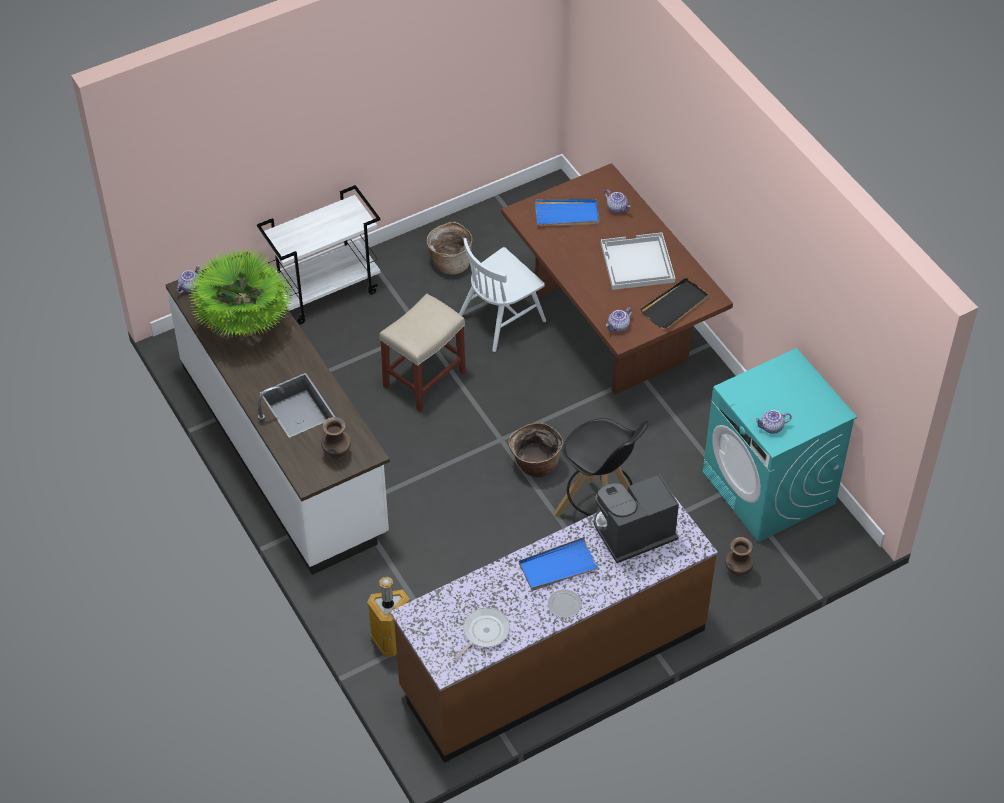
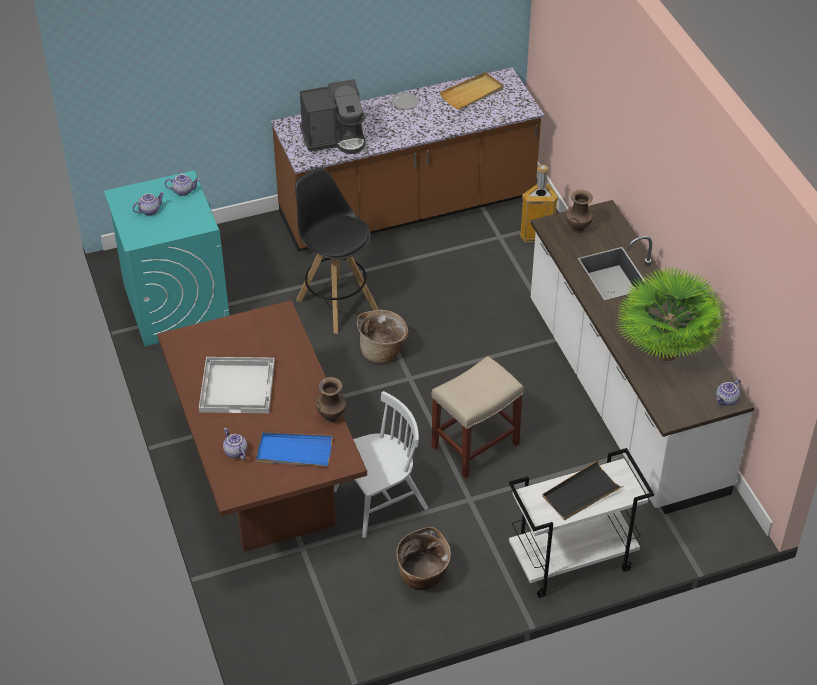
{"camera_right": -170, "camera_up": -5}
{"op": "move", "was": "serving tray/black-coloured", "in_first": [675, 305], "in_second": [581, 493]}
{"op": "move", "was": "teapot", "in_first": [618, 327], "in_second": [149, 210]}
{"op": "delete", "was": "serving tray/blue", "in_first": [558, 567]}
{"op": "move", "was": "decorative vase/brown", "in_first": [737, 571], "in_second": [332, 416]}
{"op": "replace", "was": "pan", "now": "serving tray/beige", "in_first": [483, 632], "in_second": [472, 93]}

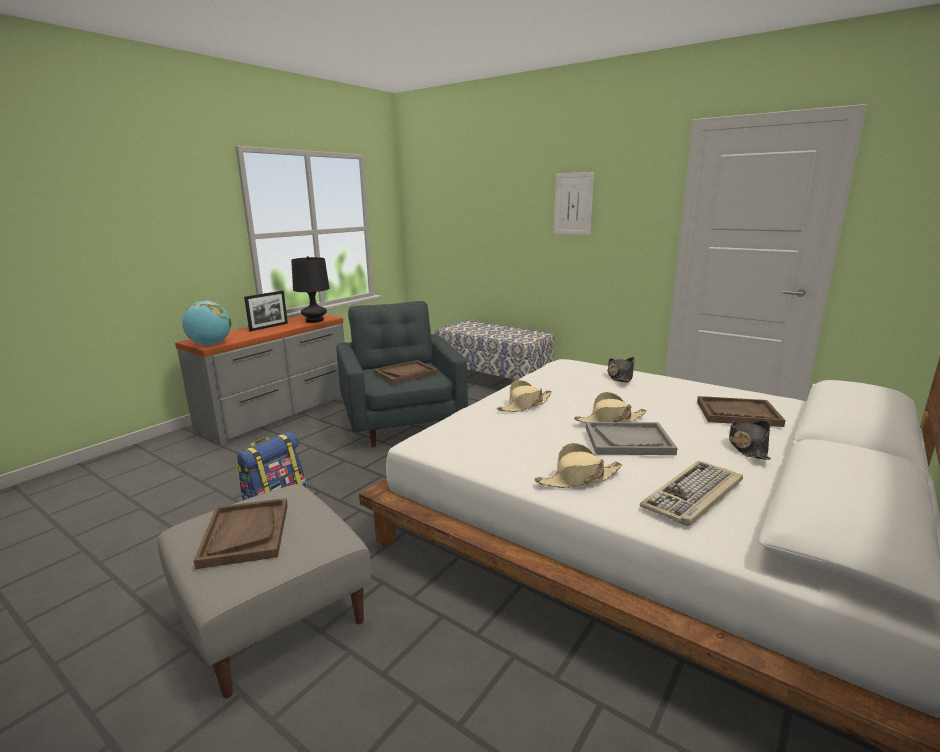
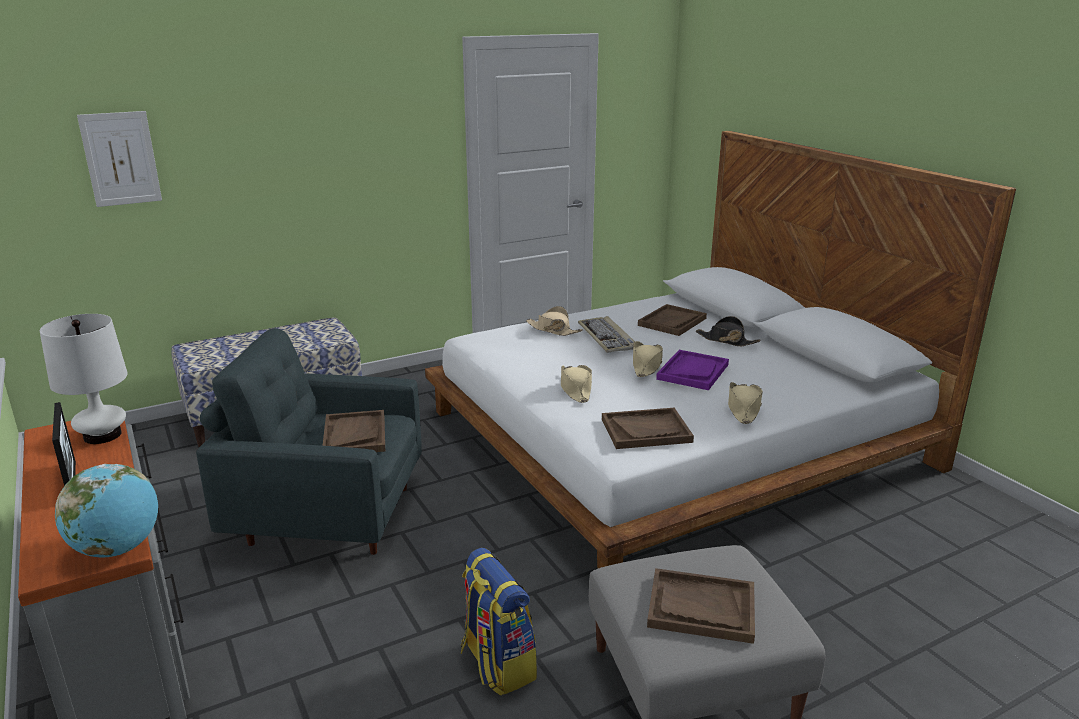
{"camera_right": -65, "camera_up": 5}
{"op": "move", "was": "wall picture", "in_first": [573, 204], "in_second": [121, 159]}
{"op": "recolor", "was": "lamp for a table/black-coloured", "now": "lamp for a table/white-coloured", "in_first": [314, 320], "in_second": [102, 435]}
{"op": "recolor", "was": "clothing hat/black-coloured", "now": "clothing hat/beige", "in_first": [620, 376], "in_second": [553, 330]}
{"op": "recolor", "was": "serving tray/greyish", "now": "serving tray/purple-coloured", "in_first": [628, 441], "in_second": [692, 372]}
{"op": "move", "was": "computer keyboard", "in_first": [693, 496], "in_second": [607, 337]}
{"op": "insert", "now": "serving tray/brown", "in_second": [646, 430]}

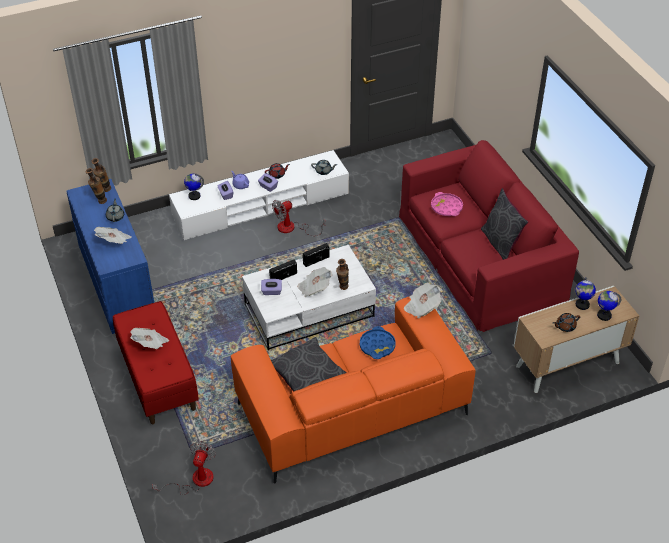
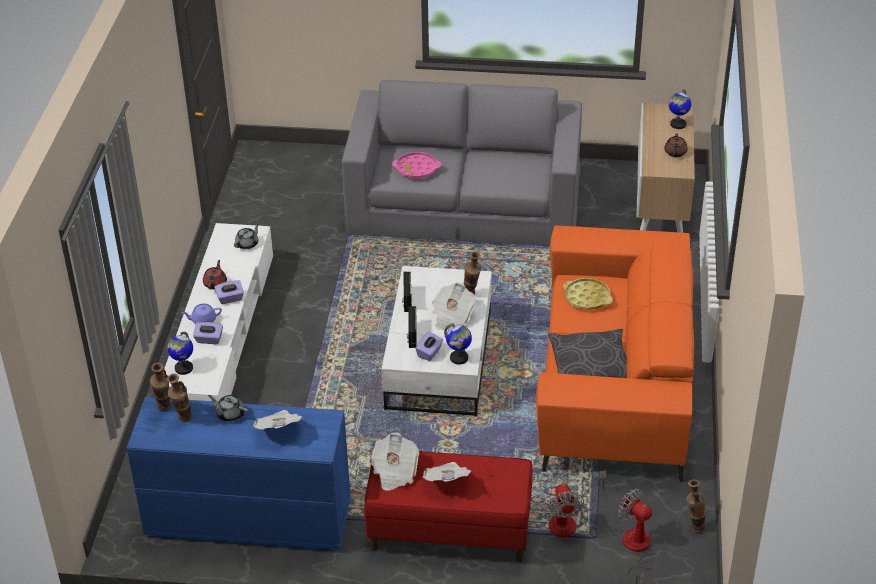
{"camera_right": -60, "camera_up": -5}
{"op": "recolor", "was": "couch/red-coloured", "now": "couch/greyish", "in_first": [481, 257], "in_second": [465, 201]}
{"op": "delete", "was": "cushion/greyish", "in_first": [501, 243]}
{"op": "move", "was": "cooling fan", "in_first": [292, 228], "in_second": [569, 520]}
{"op": "move", "was": "world globe", "in_first": [582, 305], "in_second": [459, 358]}
{"op": "move", "was": "newspaper", "in_first": [421, 307], "in_second": [394, 472]}
{"op": "recolor", "was": "serving tray/blue", "now": "serving tray/yellowish", "in_first": [377, 345], "in_second": [587, 297]}
{"op": "insert", "now": "decorative vase", "in_second": [693, 527]}

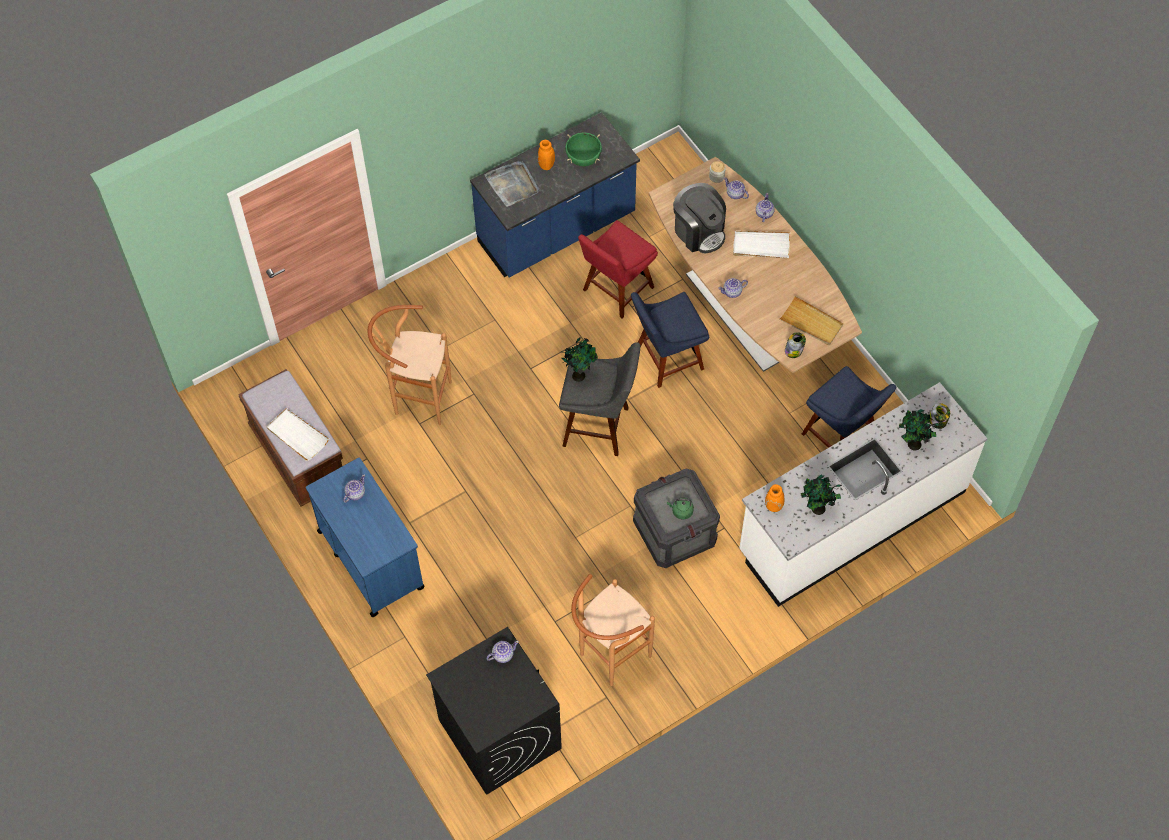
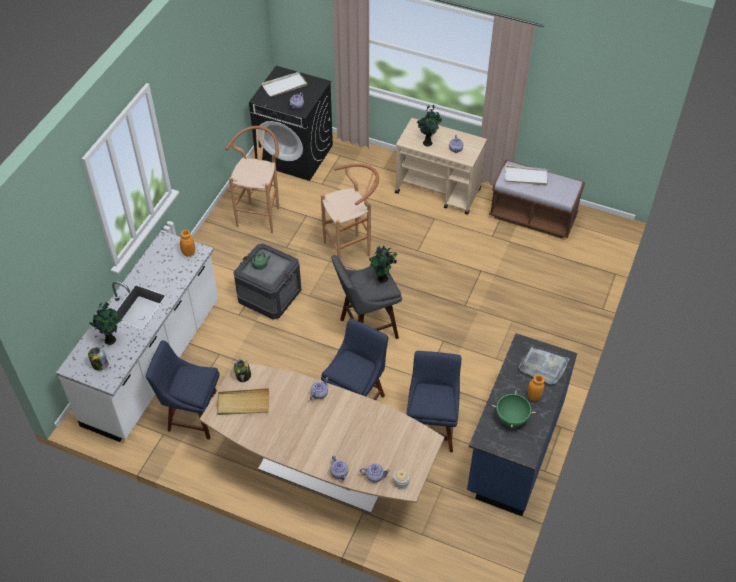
{"camera_right": 145, "camera_up": -10}
{"op": "delete", "was": "coffee maker", "in_first": [699, 231]}
{"op": "recolor", "was": "upright chair/red-coloured", "now": "upright chair/blue", "in_first": [616, 291], "in_second": [431, 428]}
{"op": "move", "was": "serving tray/white-coloured", "in_first": [761, 246], "in_second": [285, 86]}
{"op": "move", "was": "stool seat/brown", "in_first": [417, 398], "in_second": [351, 249]}
{"op": "recolor", "was": "cart/blue", "now": "cart/beige", "in_first": [370, 558], "in_second": [438, 191]}
{"op": "move", "was": "houseplant", "in_first": [817, 509], "in_second": [427, 142]}

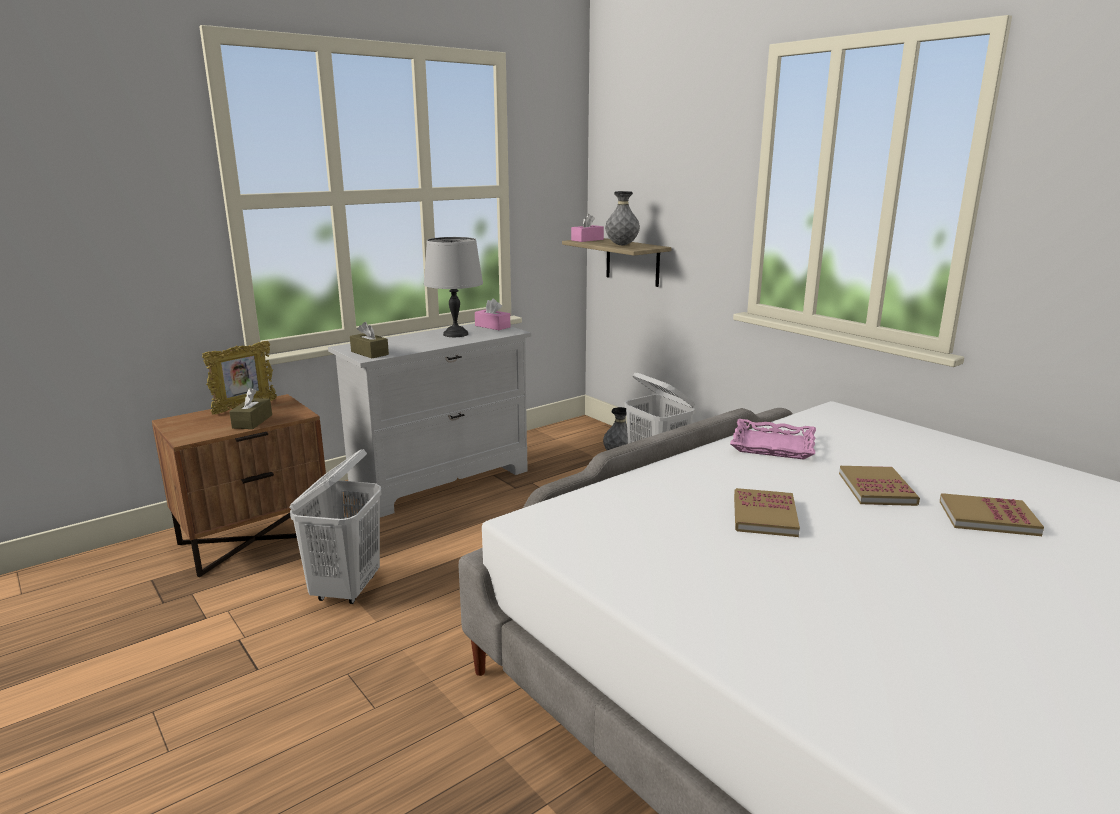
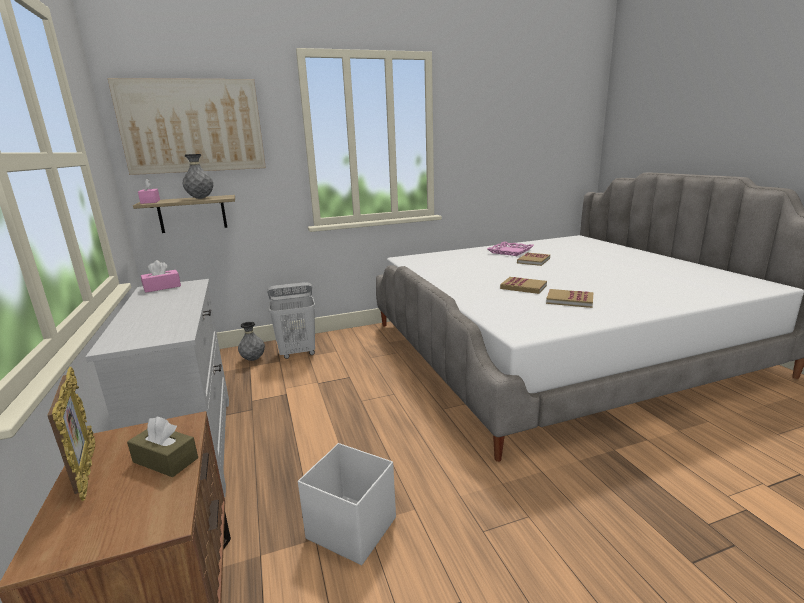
{"camera_right": -70, "camera_up": 0}
{"op": "delete", "was": "lamp for a table/greyish", "in_first": [455, 334]}
{"op": "delete", "was": "tissue holder/brown", "in_first": [369, 353]}
{"op": "move", "was": "serving tray/pink-coloured", "in_first": [772, 445], "in_second": [510, 251]}
{"op": "replace", "was": "washing basket/white-coloured", "now": "storage bin/white-coloured", "in_first": [346, 589], "in_second": [351, 527]}
{"op": "move", "was": "volume", "in_first": [876, 489], "in_second": [569, 300]}
{"op": "insert", "now": "wall picture", "in_second": [192, 126]}

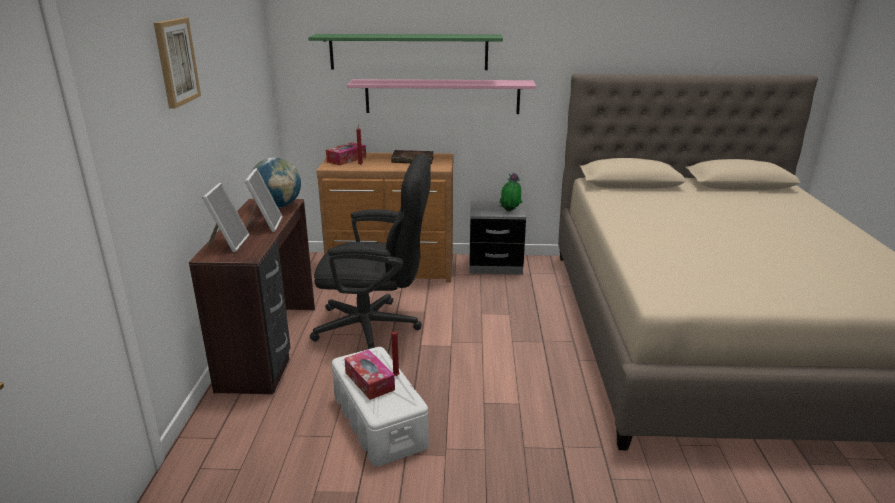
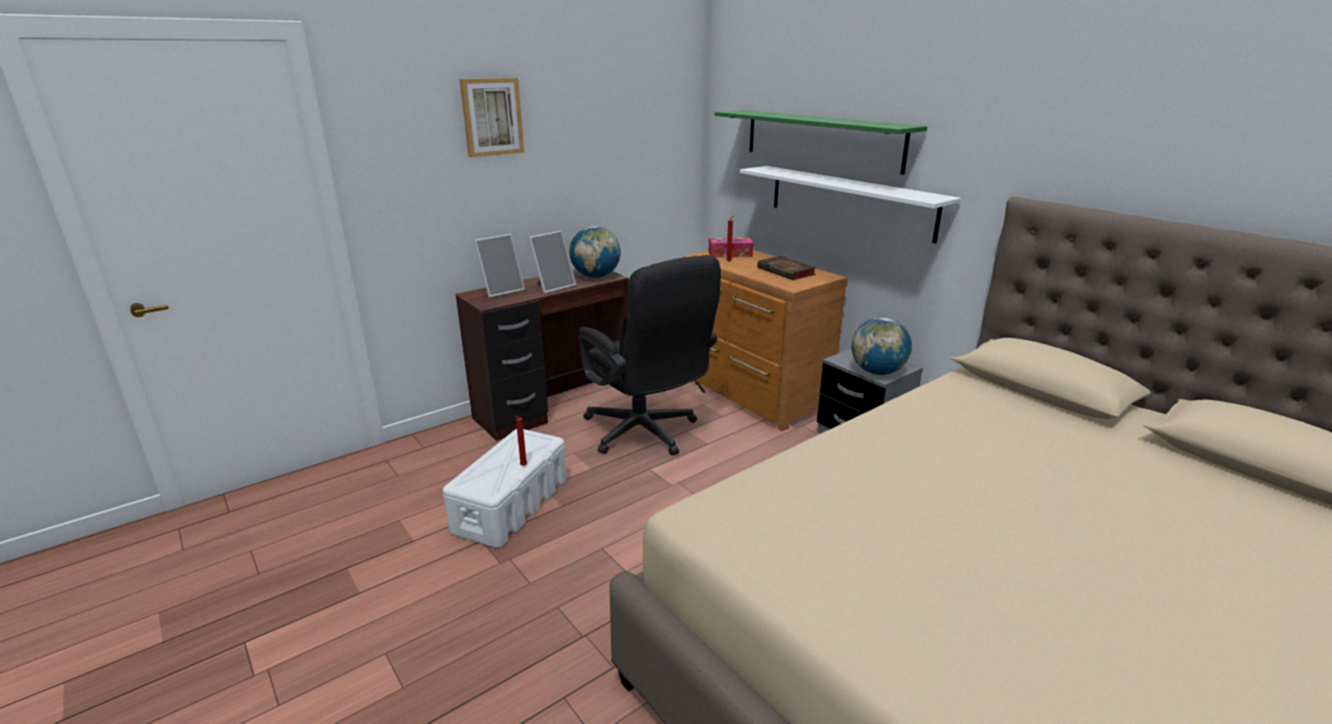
{"camera_right": 50, "camera_up": 0}
{"op": "recolor", "was": "shelf/pink-coloured", "now": "shelf/white-coloured", "in_first": [442, 96], "in_second": [849, 201]}
{"op": "replace", "was": "houseplant", "now": "world globe", "in_first": [510, 212], "in_second": [877, 372]}
{"op": "delete", "was": "tissue holder", "in_first": [369, 381]}

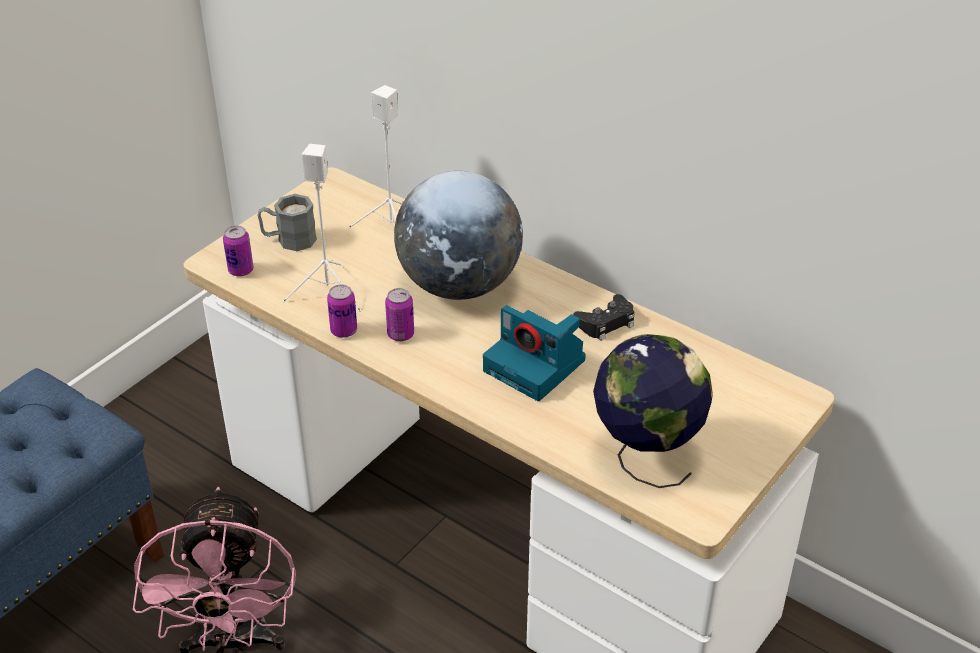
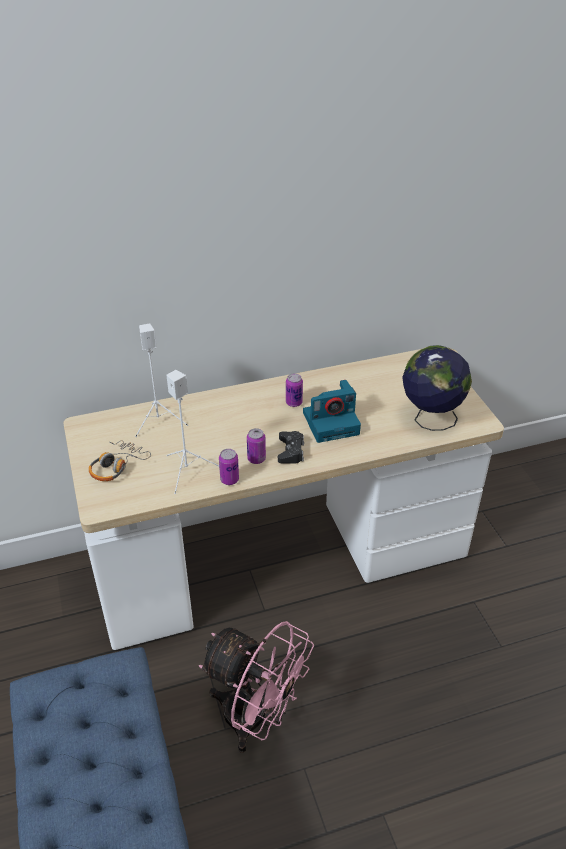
{"camera_right": -55, "camera_up": 0}
{"op": "delete", "was": "world globe", "in_first": [459, 285]}
{"op": "replace", "was": "coffee mug/greyish", "now": "pair of headphones", "in_first": [289, 240], "in_second": [117, 466]}
{"op": "move", "was": "sealed can", "in_first": [241, 270], "in_second": [294, 403]}
{"op": "move", "was": "joypad/black-coloured", "in_first": [606, 323], "in_second": [291, 451]}

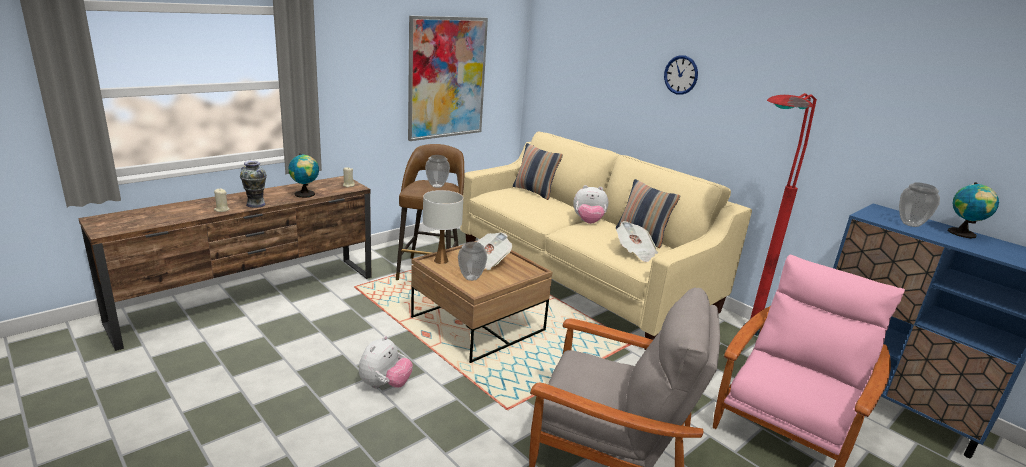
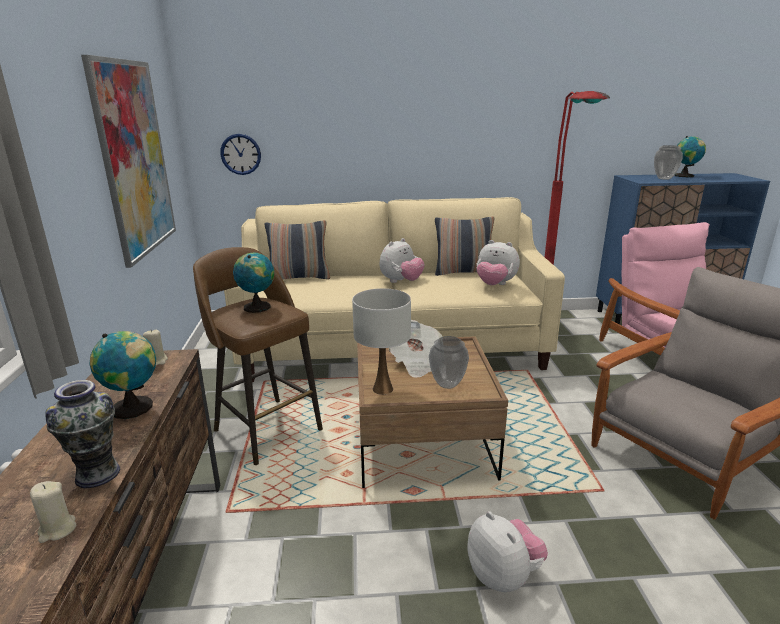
{"camera_right": -50, "camera_up": 0}
{"op": "move", "was": "hanging clock", "in_first": [681, 75], "in_second": [240, 154]}
{"op": "replace", "was": "decorative vase", "now": "world globe", "in_first": [437, 186], "in_second": [257, 306]}
{"op": "replace", "was": "newspaper", "now": "plush toy", "in_first": [635, 252], "in_second": [495, 285]}

